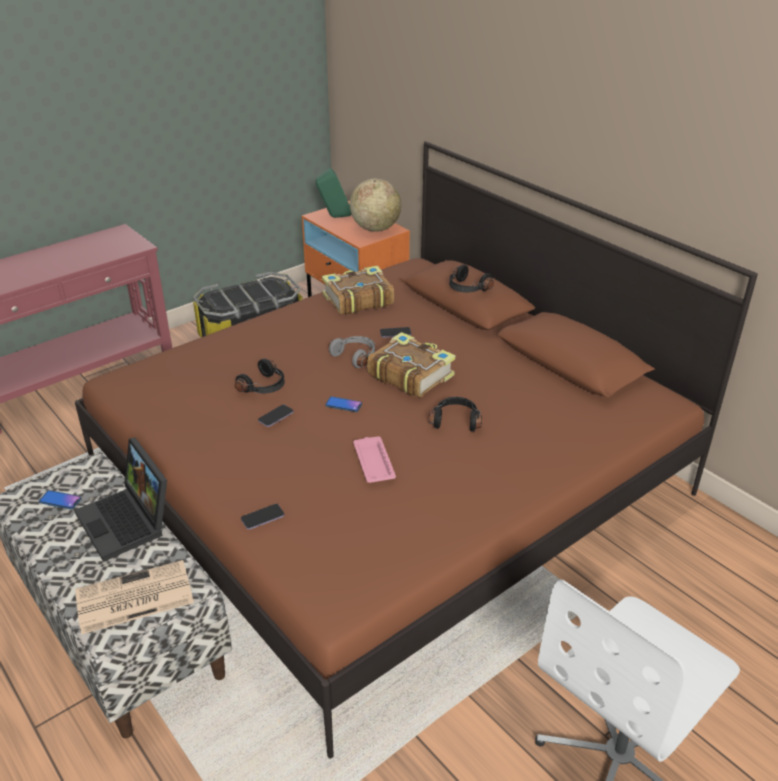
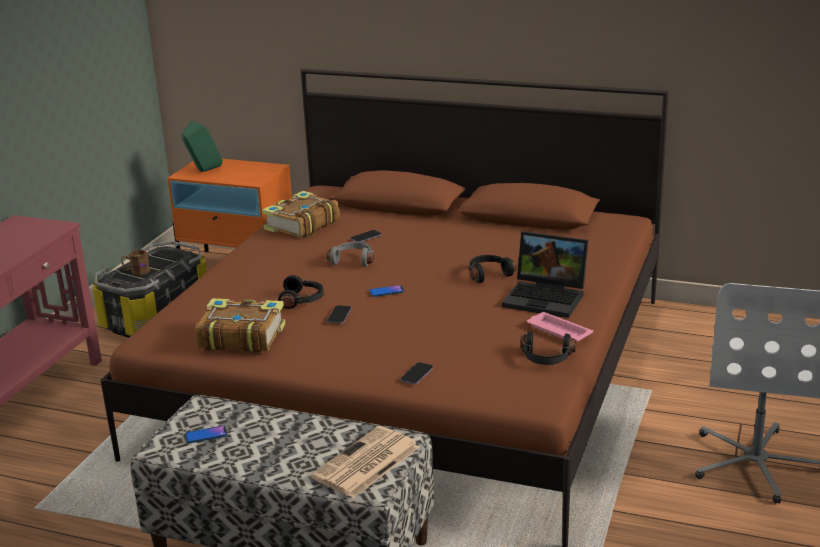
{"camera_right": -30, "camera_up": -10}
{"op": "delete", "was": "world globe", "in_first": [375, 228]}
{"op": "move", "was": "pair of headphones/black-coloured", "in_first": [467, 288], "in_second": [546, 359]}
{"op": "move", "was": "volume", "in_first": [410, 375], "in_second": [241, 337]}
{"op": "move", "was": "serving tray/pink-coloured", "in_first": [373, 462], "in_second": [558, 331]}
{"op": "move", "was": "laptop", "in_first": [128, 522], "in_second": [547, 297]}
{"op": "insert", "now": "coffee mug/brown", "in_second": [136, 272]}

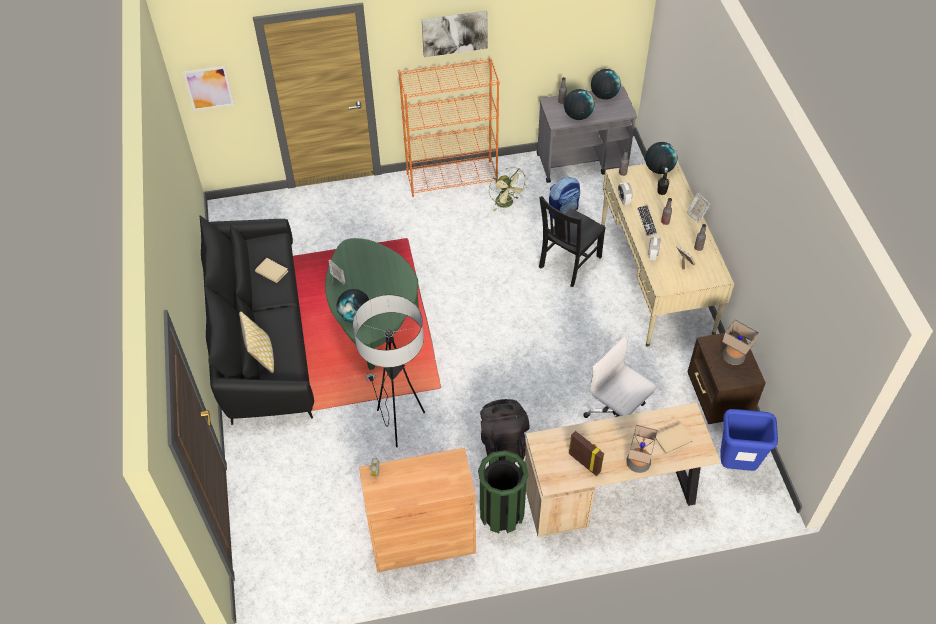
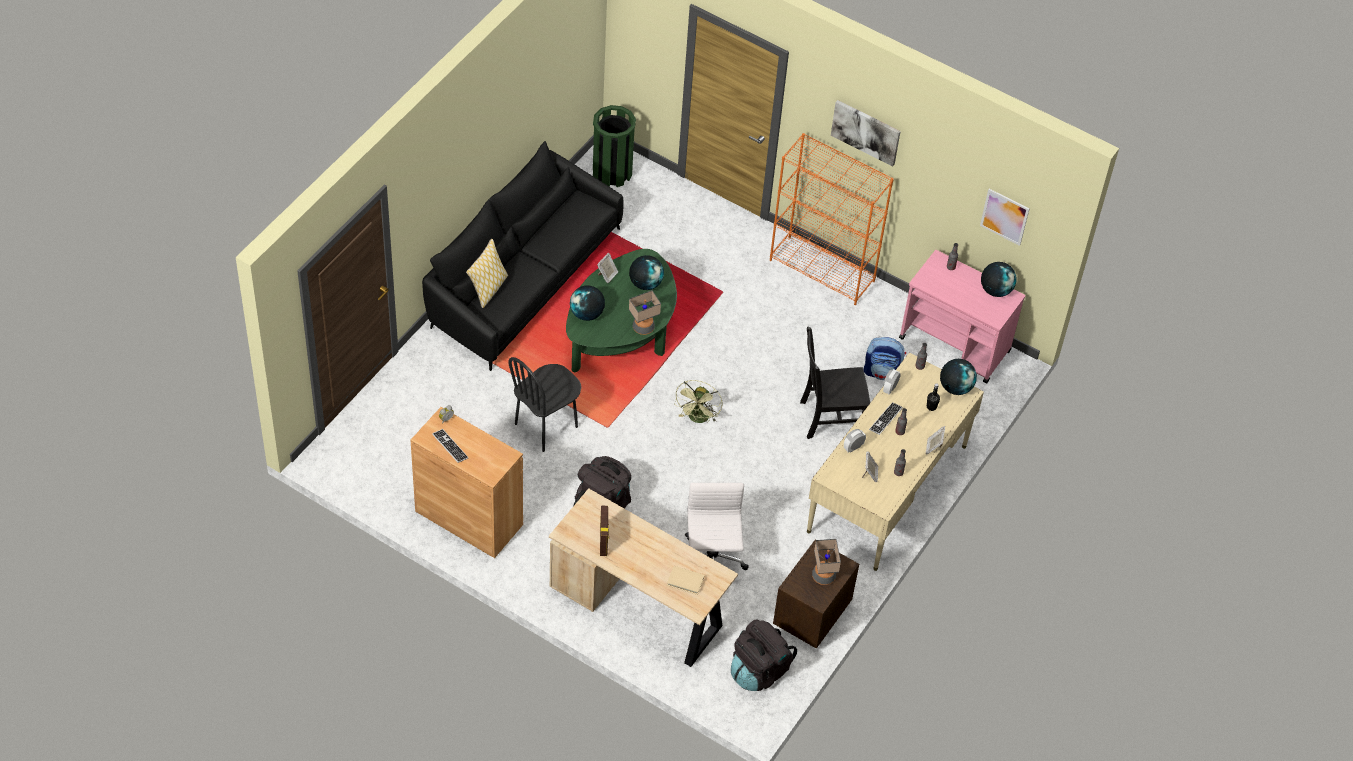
{"camera_right": 40, "camera_up": 0}
{"op": "move", "was": "wall picture", "in_first": [209, 88], "in_second": [1004, 216]}
{"op": "recolor", "was": "cart/greyish", "now": "cart/pink-coloured", "in_first": [582, 162], "in_second": [955, 345]}
{"op": "move", "was": "world globe", "in_first": [577, 116], "in_second": [645, 283]}
{"op": "move", "was": "cooling fan/green-coloured", "in_first": [507, 204], "in_second": [698, 419]}
{"op": "delete", "was": "volume/beige", "in_first": [271, 272]}
{"op": "replace", "was": "standard lamp", "now": "upright chair/black-coloured", "in_first": [398, 423], "in_second": [546, 426]}
{"op": "replace", "was": "trash can/blue", "now": "knapsack/black-coloured", "in_first": [737, 465], "in_second": [759, 671]}
{"op": "move", "was": "lamp for a table", "in_first": [638, 463], "in_second": [643, 327]}
{"op": "move", "was": "trash can/green-coloured", "in_first": [501, 513], "in_second": [612, 172]}
{"op": "insert", "now": "computer keyboard", "in_second": [450, 446]}

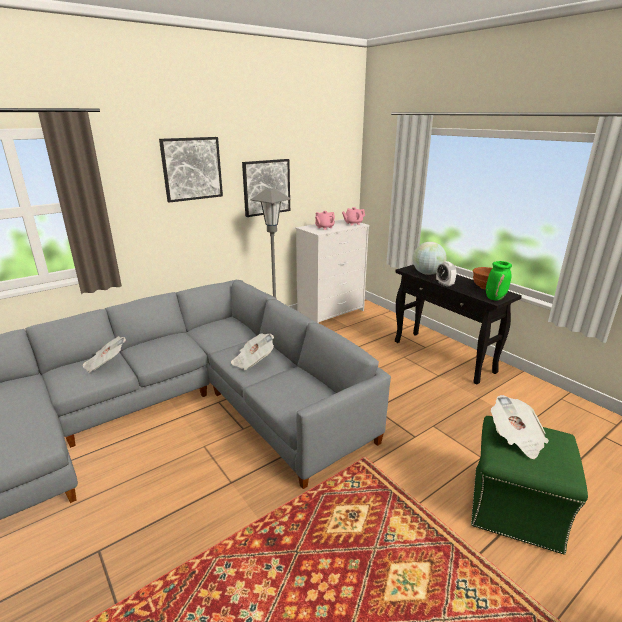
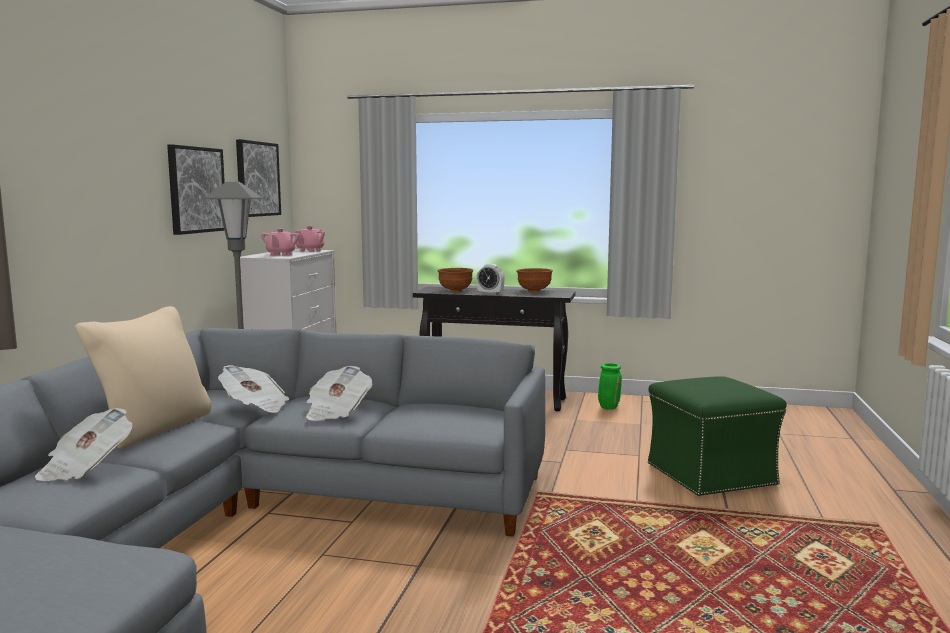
{"camera_right": -40, "camera_up": -15}
{"op": "move", "was": "wall picture", "in_first": [192, 169], "in_second": [257, 179]}
{"op": "replace", "was": "world globe", "now": "serving bowl/brown", "in_first": [427, 273], "in_second": [455, 291]}
{"op": "move", "was": "decorative vase/green-coloured", "in_first": [495, 298], "in_second": [608, 407]}
{"op": "move", "was": "newspaper", "in_first": [516, 438], "in_second": [255, 406]}
{"op": "insert", "now": "cushion/beige", "in_second": [153, 428]}

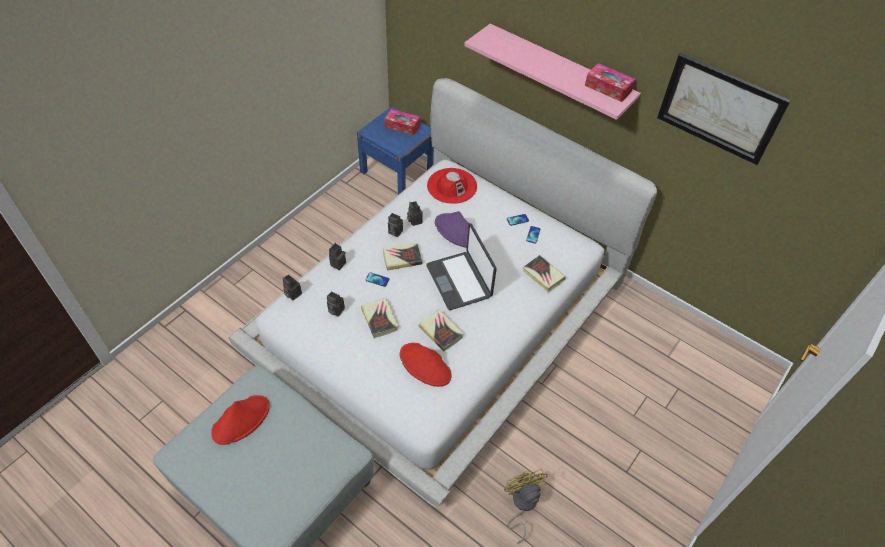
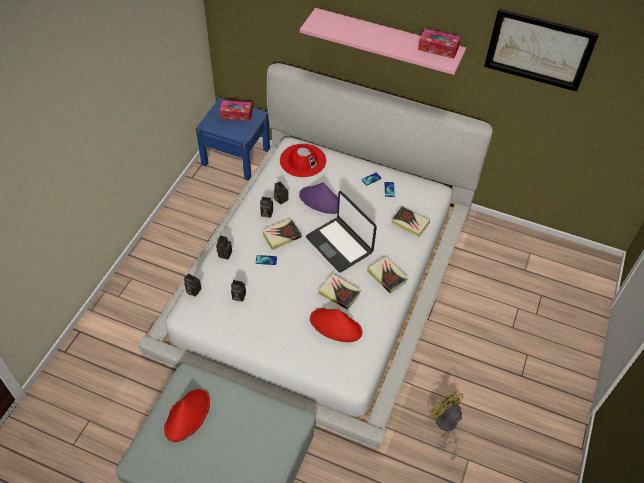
{"camera_right": -15, "camera_up": 0}
{"op": "move", "was": "volume", "in_first": [379, 319], "in_second": [387, 276]}

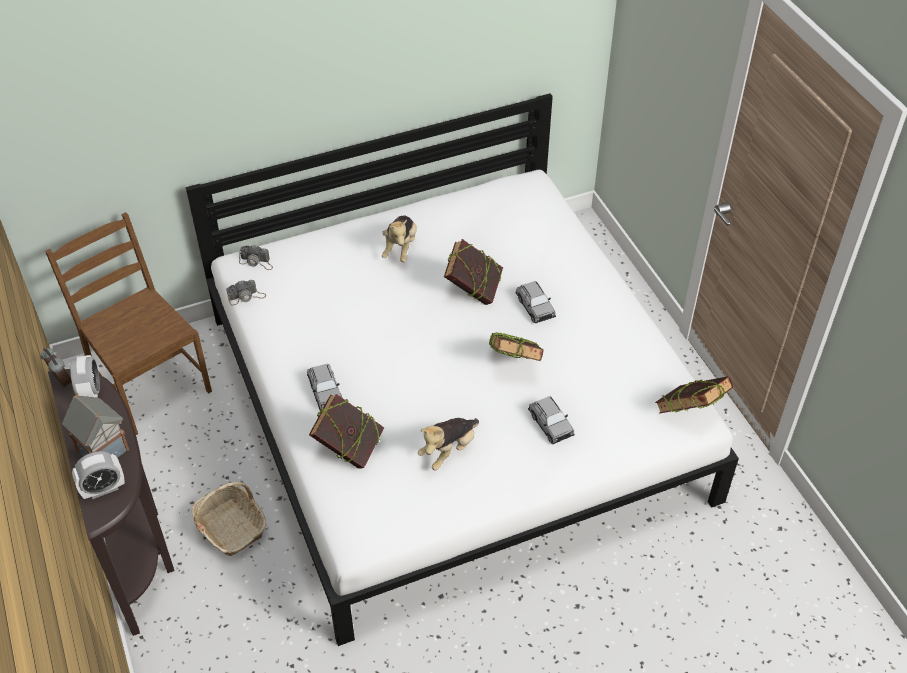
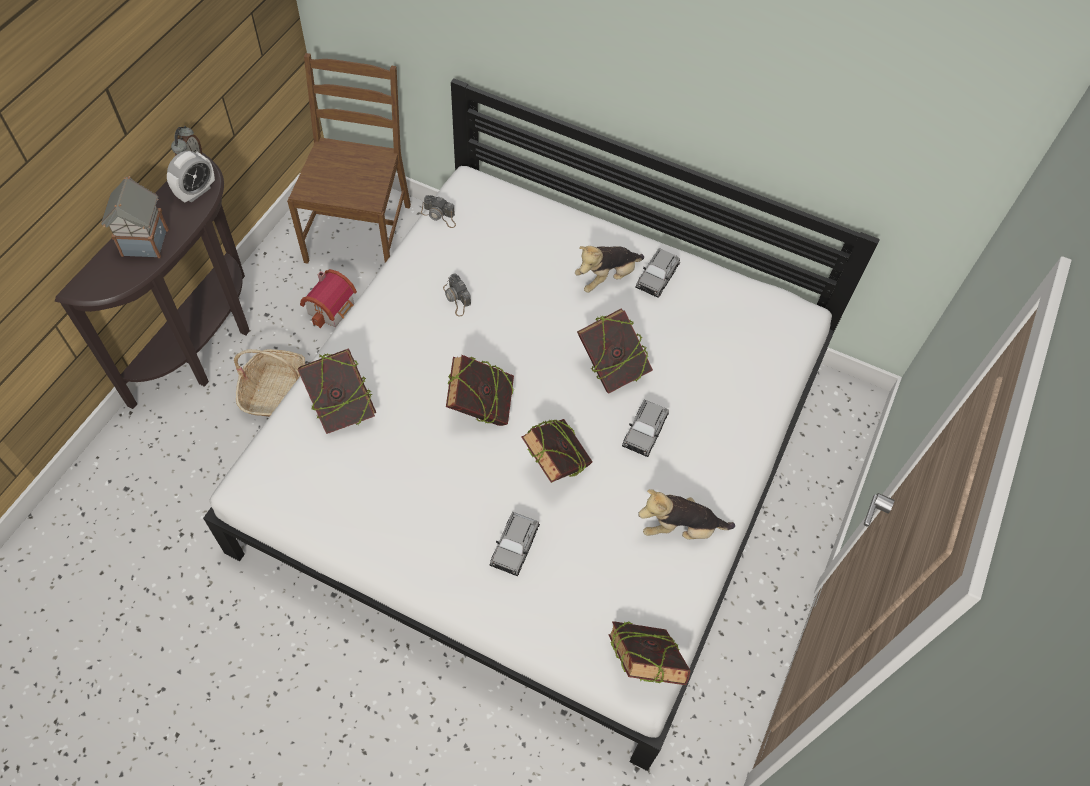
{"camera_right": 45, "camera_up": 10}
{"op": "move", "was": "photo camera", "in_first": [256, 262], "in_second": [456, 298]}
{"op": "move", "was": "toy car/greyish", "in_first": [325, 392], "in_second": [657, 278]}
{"op": "move", "was": "plush toy", "in_first": [449, 450], "in_second": [680, 528]}
{"op": "delete", "was": "table clock", "in_first": [103, 489]}
{"op": "insert", "now": "model house", "in_second": [334, 309]}
{"op": "insert", "now": "volume", "in_second": [481, 409]}

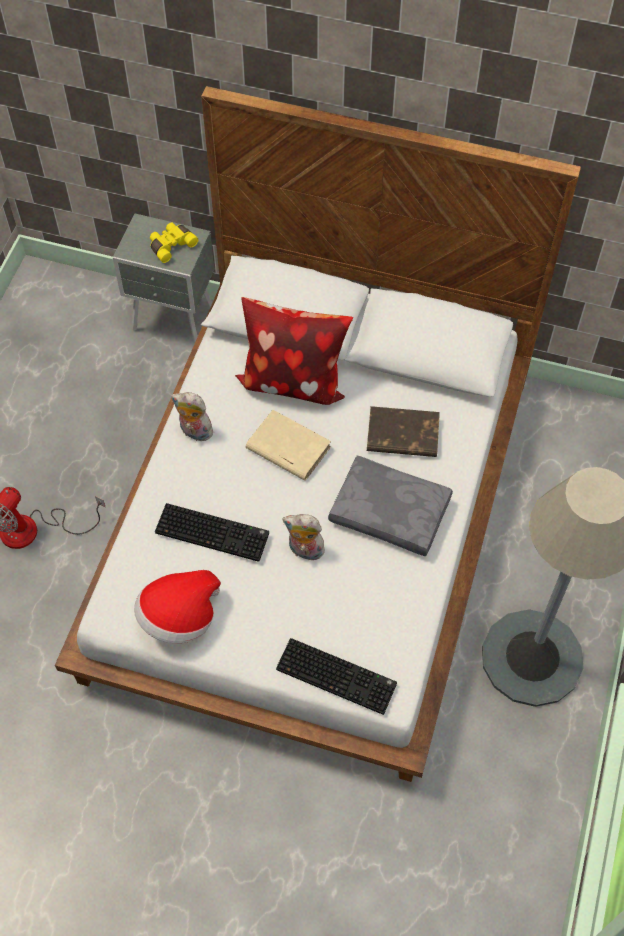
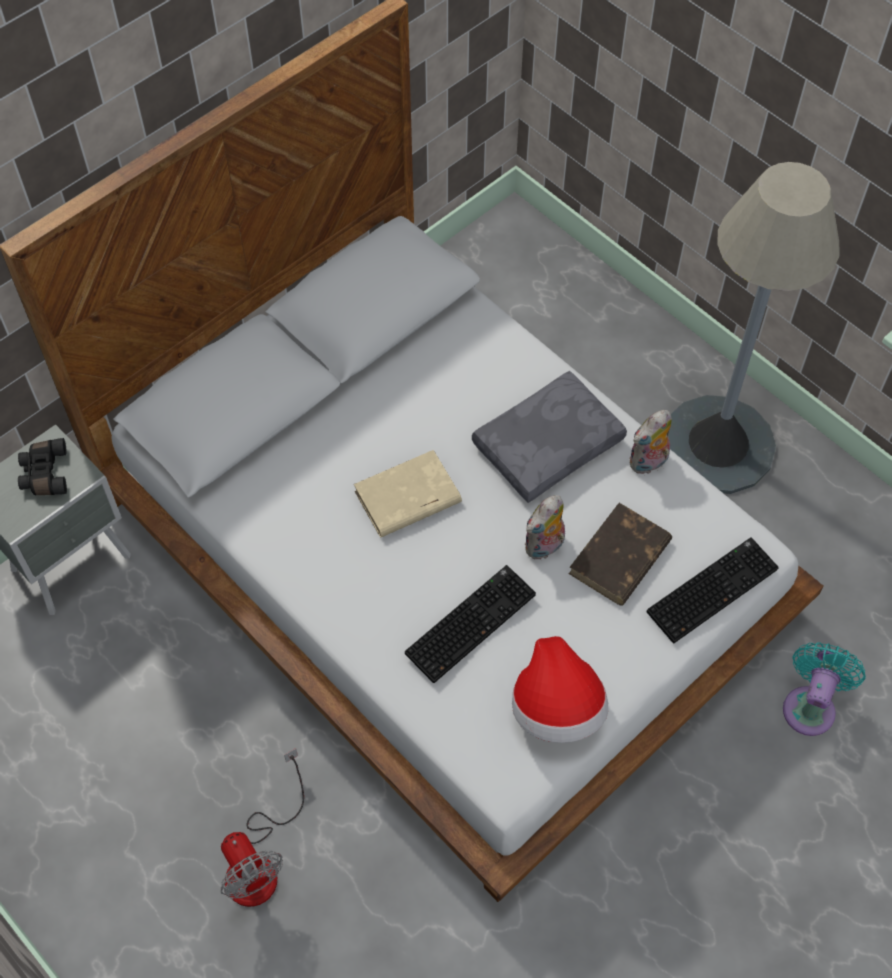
{"camera_right": -60, "camera_up": 0}
{"op": "recolor", "was": "field glasses/yellowish", "now": "field glasses/black-coloured", "in_first": [171, 245], "in_second": [44, 474]}
{"op": "delete", "was": "cushion", "in_first": [292, 380]}
{"op": "move", "was": "plush toy", "in_first": [194, 432], "in_second": [648, 463]}
{"op": "move", "was": "volume/brown", "in_first": [402, 435], "in_second": [619, 558]}
{"op": "insert", "now": "cooling fan/blue-green", "in_second": [810, 705]}

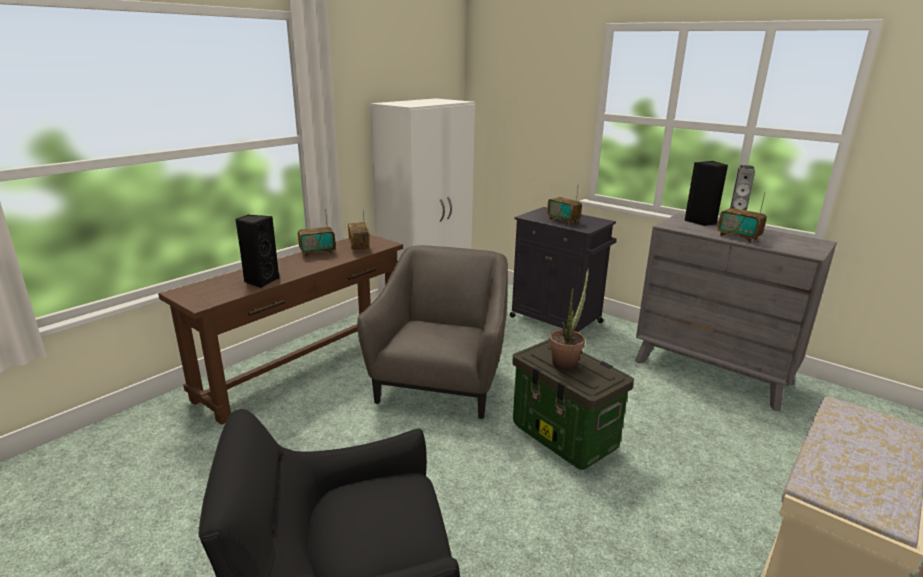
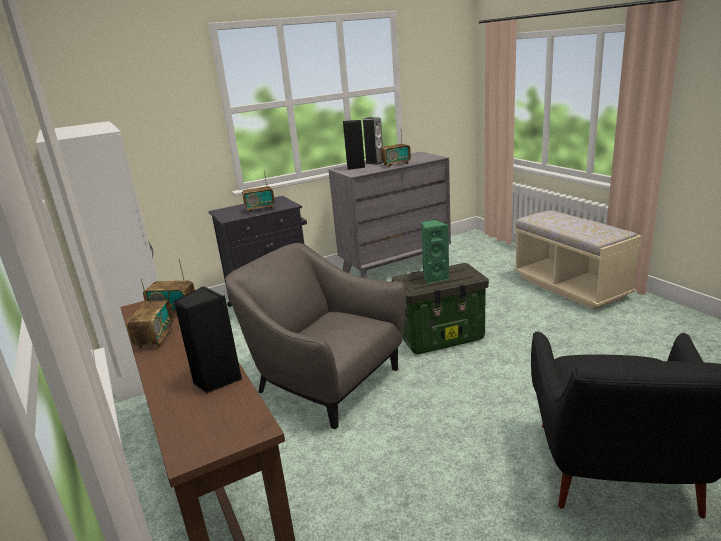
{"camera_right": -65, "camera_up": 0}
{"op": "replace", "was": "houseplant", "now": "speaker/green-coloured", "in_first": [566, 361], "in_second": [434, 277]}

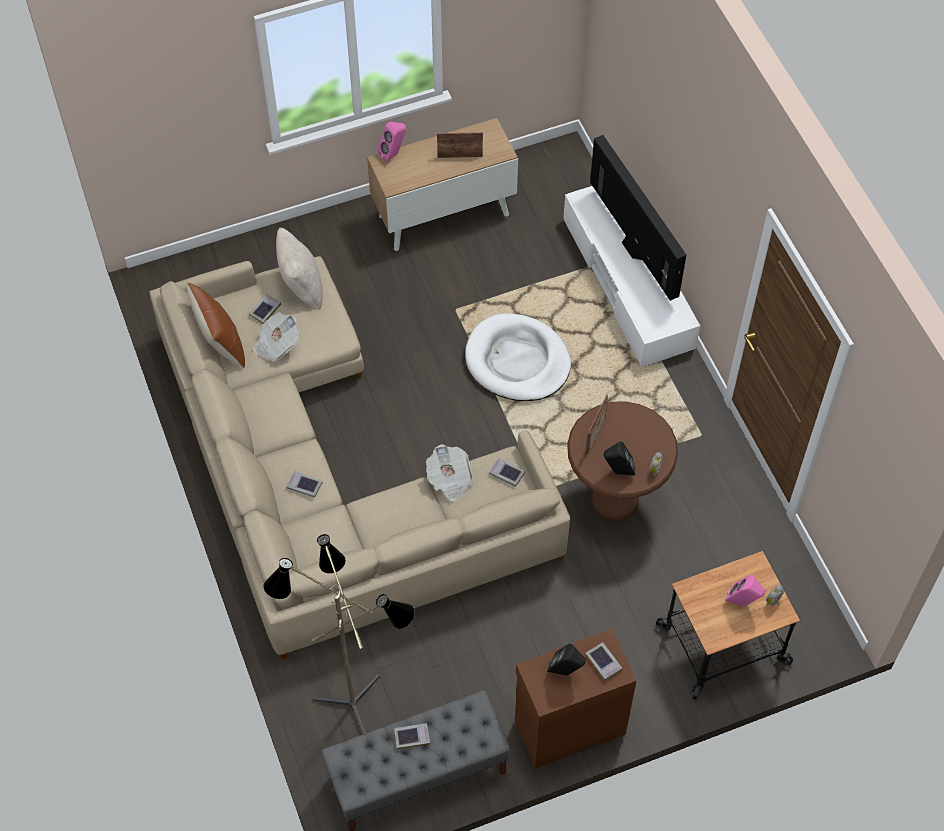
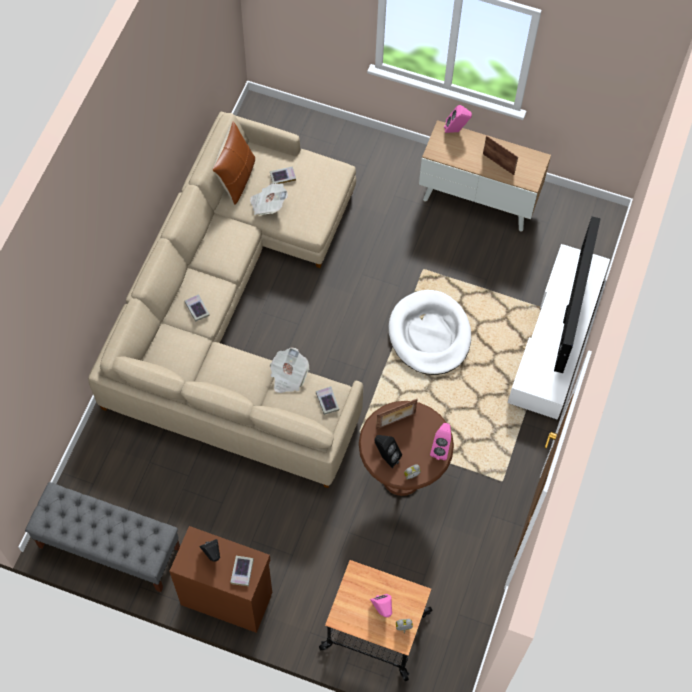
{"camera_right": 40, "camera_up": 5}
{"op": "delete", "was": "cushion/beige", "in_first": [301, 286]}
{"op": "delete", "was": "standard lamp", "in_first": [353, 697]}
{"op": "delete", "was": "volume", "in_first": [412, 737]}
{"op": "insert", "now": "speaker/pink-coloured", "in_second": [440, 448]}

